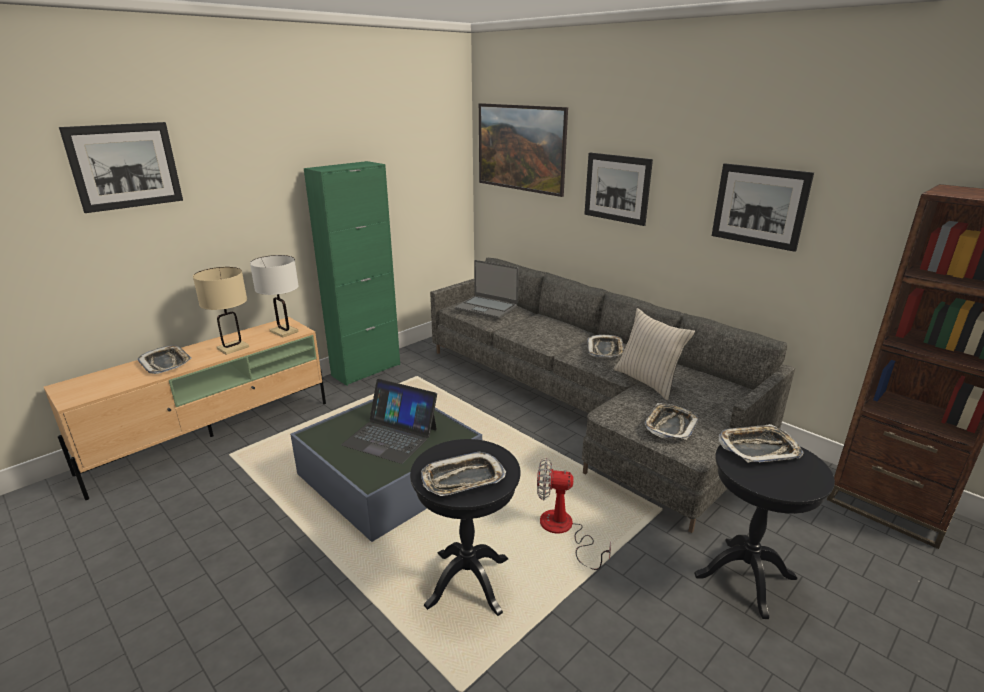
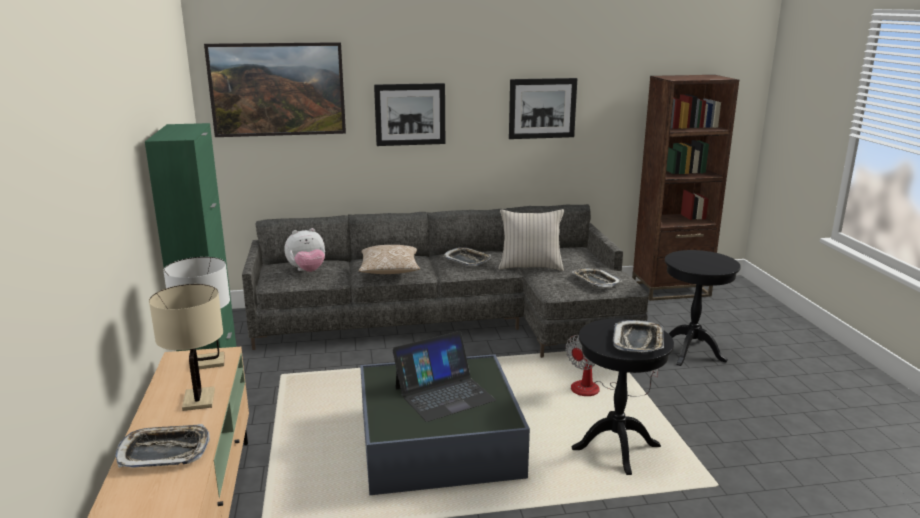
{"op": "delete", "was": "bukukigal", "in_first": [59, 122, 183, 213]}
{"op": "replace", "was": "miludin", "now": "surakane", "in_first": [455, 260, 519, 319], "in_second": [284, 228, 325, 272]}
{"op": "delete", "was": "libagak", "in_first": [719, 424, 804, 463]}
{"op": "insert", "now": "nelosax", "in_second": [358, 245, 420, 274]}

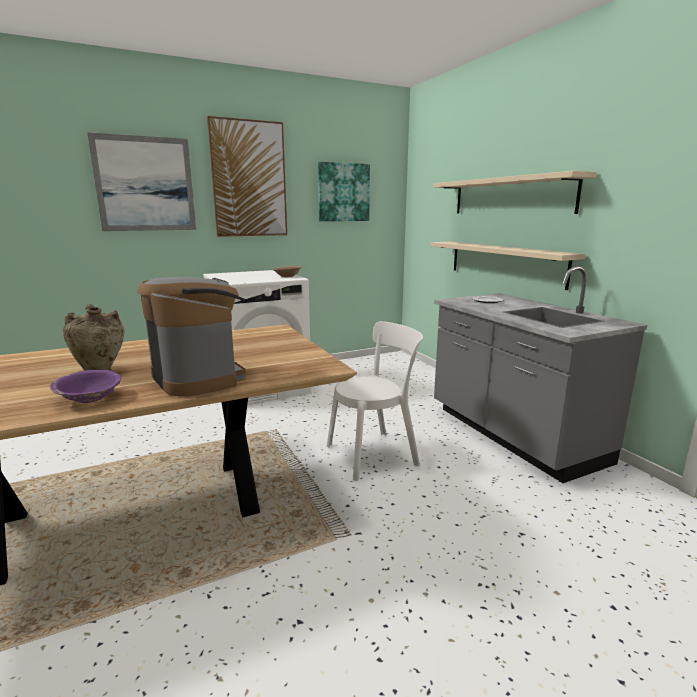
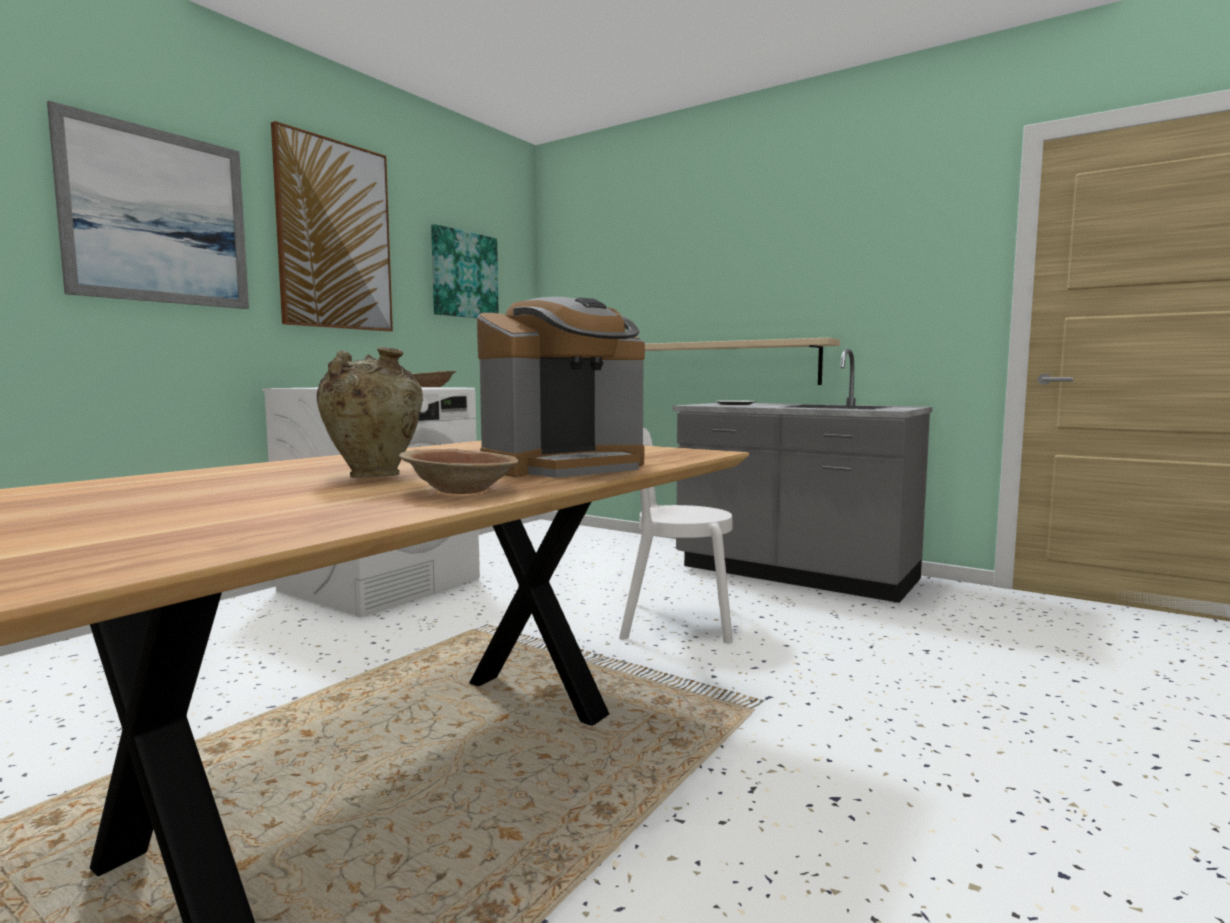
{"op": "delete", "was": "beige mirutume", "in_first": [433, 171, 597, 214]}
{"op": "rotate", "was": "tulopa", "in_first": [137, 277, 246, 397], "in_second": [477, 297, 645, 478], "clockwise": 120}
{"op": "rotate", "was": "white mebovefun", "in_first": [327, 321, 423, 481], "in_second": [619, 428, 733, 644], "clockwise": -120}
{"op": "recolor", "was": "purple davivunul", "now": "brown davivunul", "in_first": [49, 370, 121, 403], "in_second": [399, 449, 519, 494]}

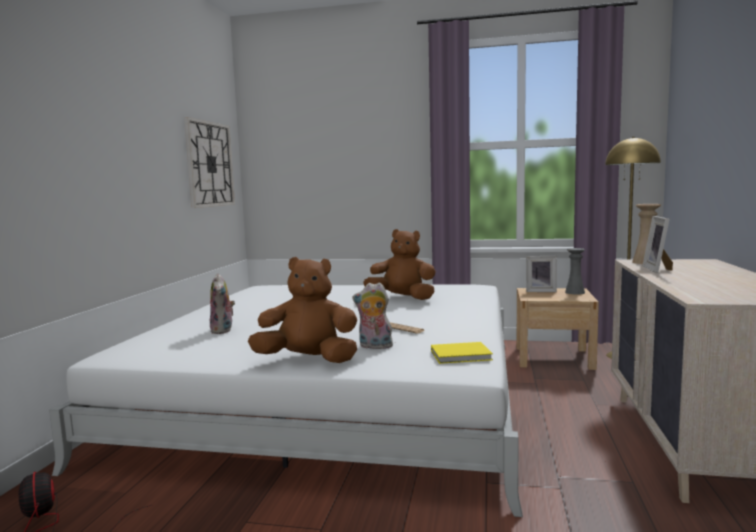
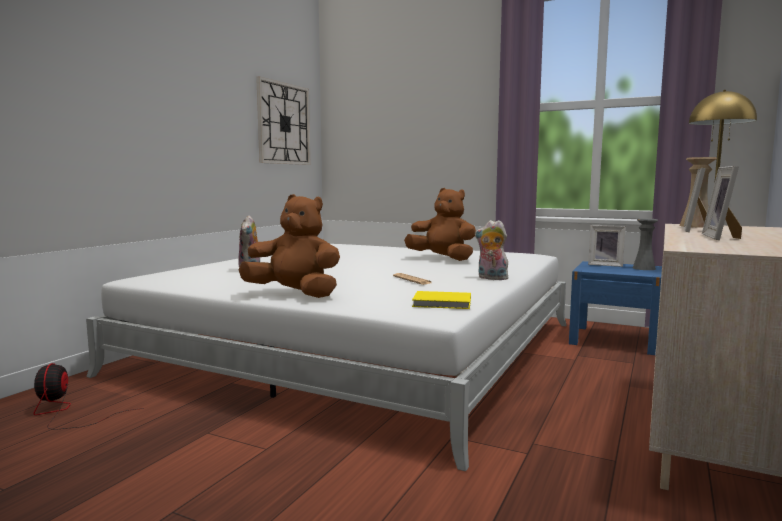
{"op": "move", "was": "surakane", "in_first": [352, 282, 393, 349], "in_second": [475, 220, 508, 280]}
{"op": "recolor", "was": "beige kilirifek", "now": "blue kilirifek", "in_first": [516, 288, 599, 370], "in_second": [569, 261, 662, 355]}
{"op": "insert", "now": "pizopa", "in_second": [702, 166, 742, 240]}

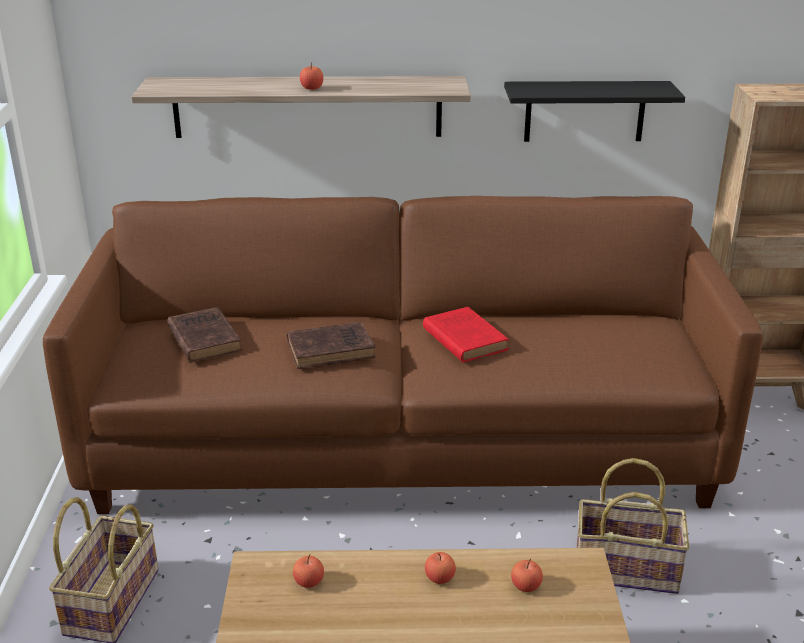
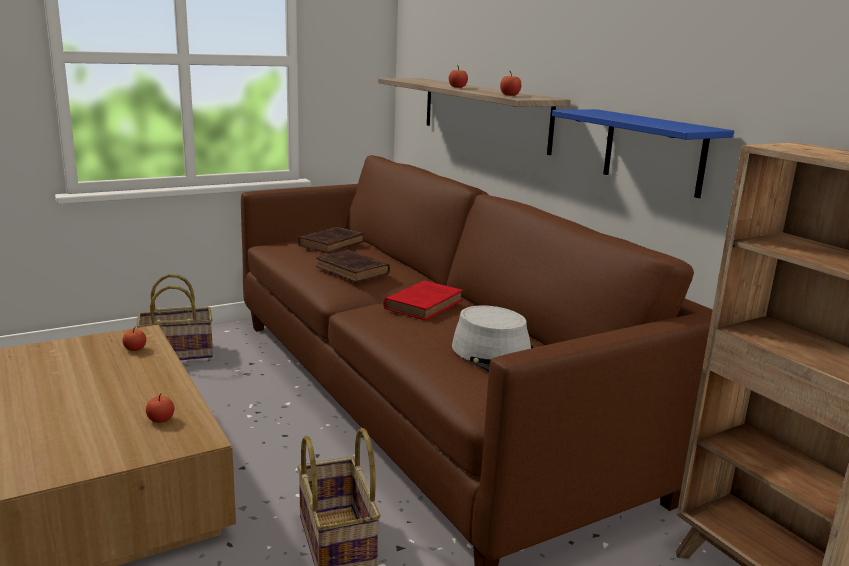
{"op": "recolor", "was": "black mirutume", "now": "blue mirutume", "in_first": [504, 81, 685, 142], "in_second": [552, 109, 734, 198]}
{"op": "move", "was": "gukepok", "in_first": [425, 552, 456, 584], "in_second": [500, 71, 521, 96]}
{"op": "insert", "now": "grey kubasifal", "in_second": [452, 305, 534, 371]}

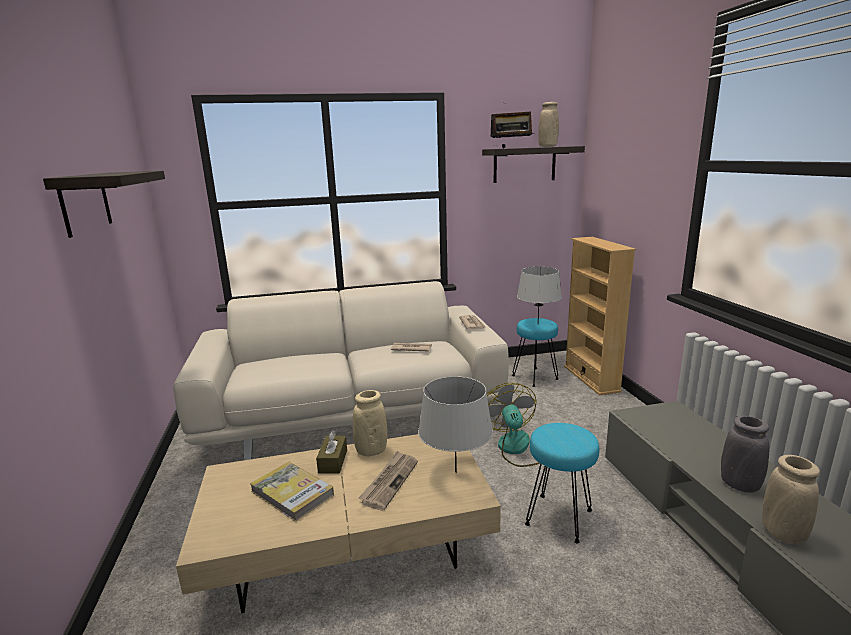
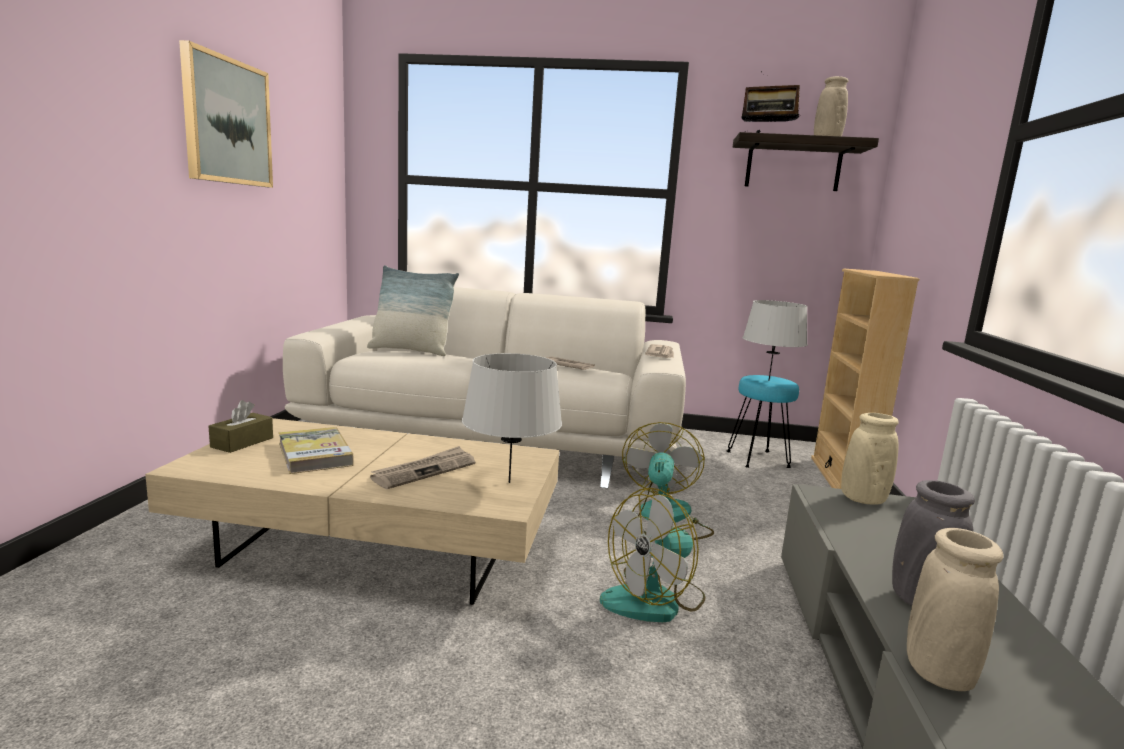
{"op": "replace", "was": "mirutume", "now": "bukukigal", "in_first": [43, 171, 165, 238], "in_second": [179, 40, 273, 188]}
{"op": "move", "was": "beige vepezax", "in_first": [353, 390, 387, 456], "in_second": [841, 413, 899, 504]}
{"op": "replace", "was": "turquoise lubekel", "now": "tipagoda", "in_first": [525, 423, 599, 543], "in_second": [600, 488, 705, 622]}
{"op": "move", "was": "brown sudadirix", "in_first": [316, 430, 347, 474], "in_second": [209, 400, 273, 453]}
{"op": "insert", "now": "nelosax", "in_second": [367, 265, 459, 356]}

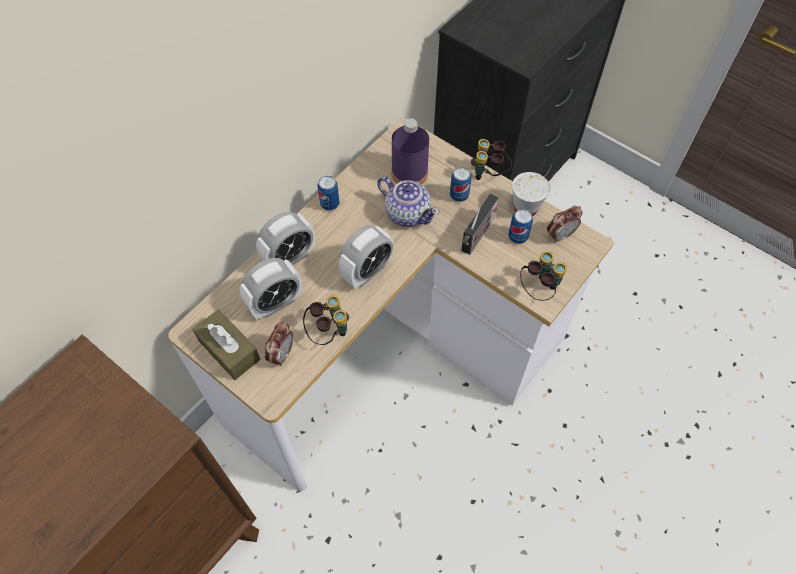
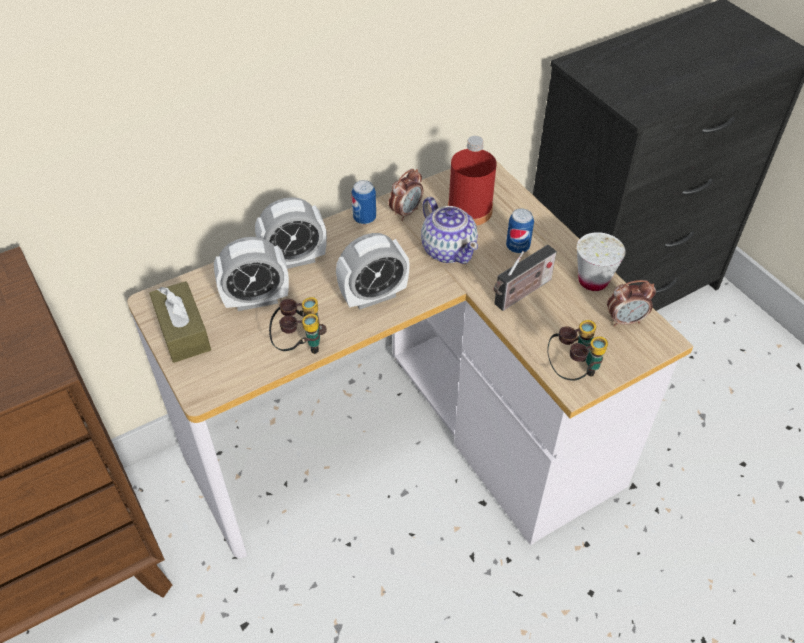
{"op": "recolor", "was": "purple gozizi", "now": "red gozizi", "in_first": [391, 118, 429, 184], "in_second": [448, 136, 497, 226]}
{"op": "delete", "was": "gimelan", "in_first": [471, 139, 512, 180]}
{"op": "delete", "was": "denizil", "in_first": [508, 209, 533, 244]}
{"op": "move", "was": "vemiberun", "in_first": [265, 321, 293, 366], "in_second": [389, 169, 423, 221]}

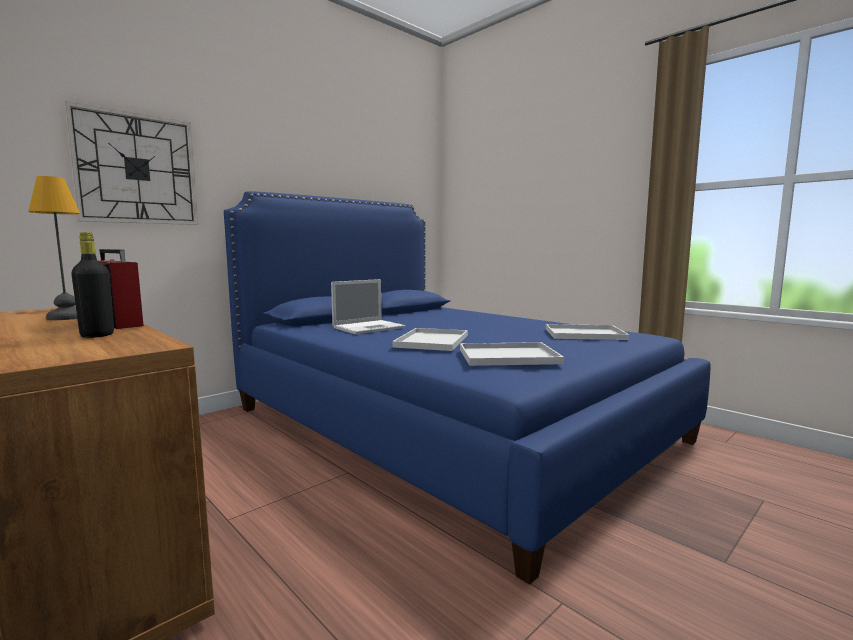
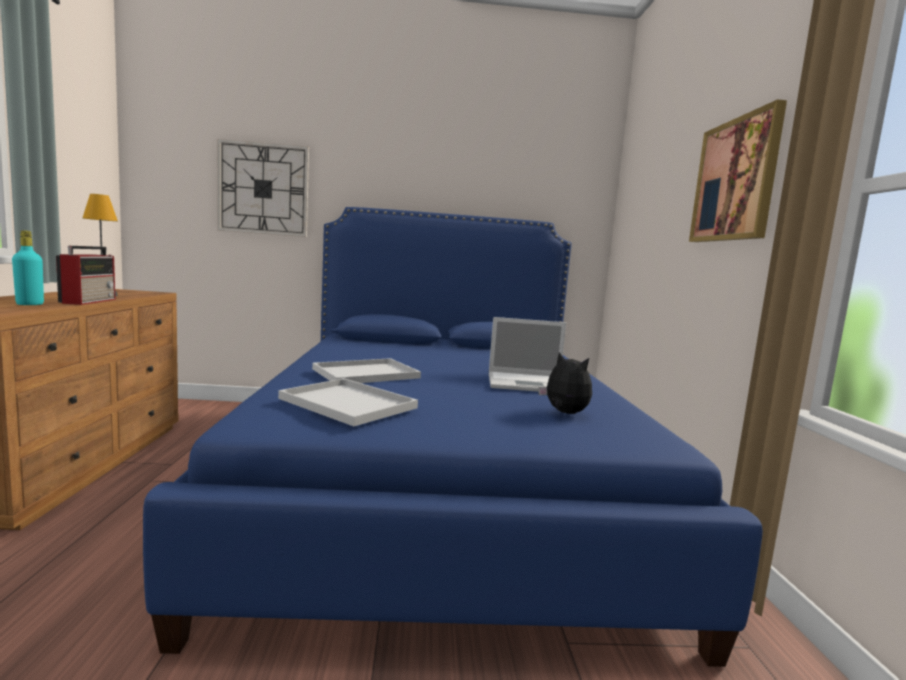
{"op": "recolor", "was": "black gozizi", "now": "turquoise gozizi", "in_first": [71, 232, 114, 338], "in_second": [12, 230, 44, 305]}
{"op": "move", "was": "miludin", "in_first": [331, 279, 405, 335], "in_second": [489, 317, 566, 392]}
{"op": "replace", "was": "white libagak", "now": "surakane", "in_first": [546, 324, 629, 340], "in_second": [538, 352, 592, 414]}
{"op": "insert", "now": "bukukigal", "in_second": [689, 99, 787, 242]}

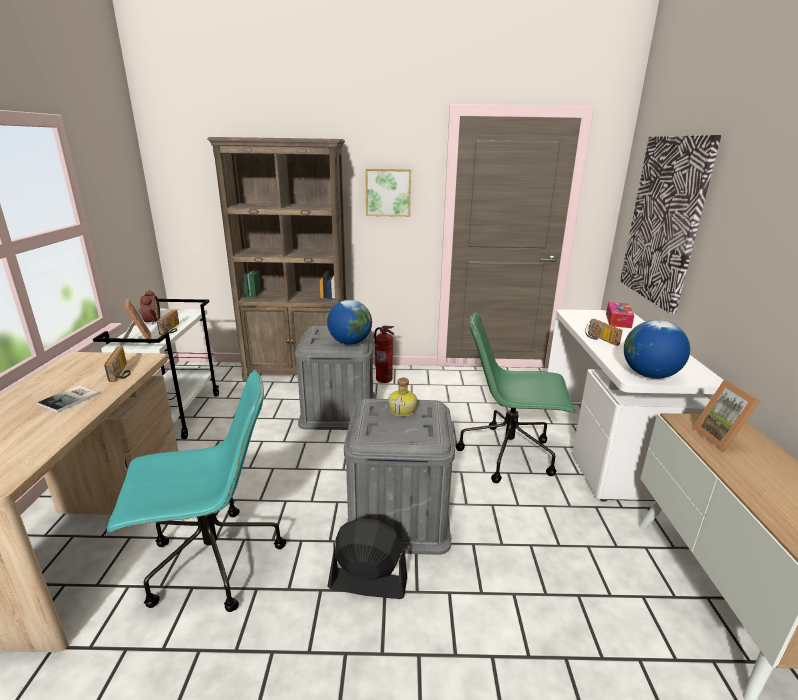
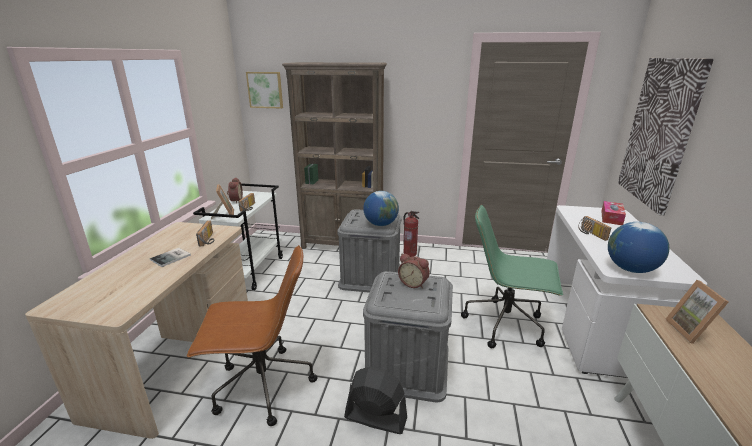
{"op": "move", "was": "bukukigal", "in_first": [365, 169, 411, 217], "in_second": [246, 72, 283, 108]}
{"op": "recolor", "was": "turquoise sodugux", "now": "brown sodugux", "in_first": [107, 370, 286, 612], "in_second": [186, 245, 318, 426]}
{"op": "replace", "was": "gozizi", "now": "vemiberun", "in_first": [388, 378, 417, 417], "in_second": [398, 254, 430, 289]}

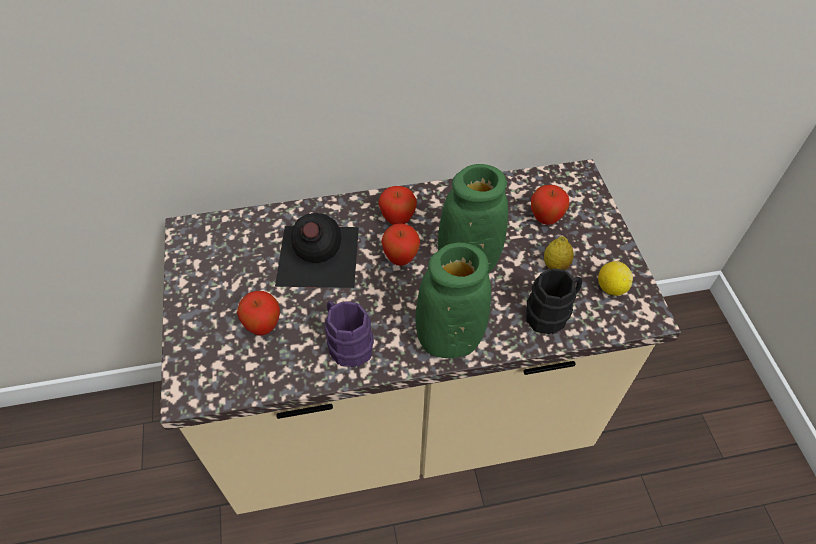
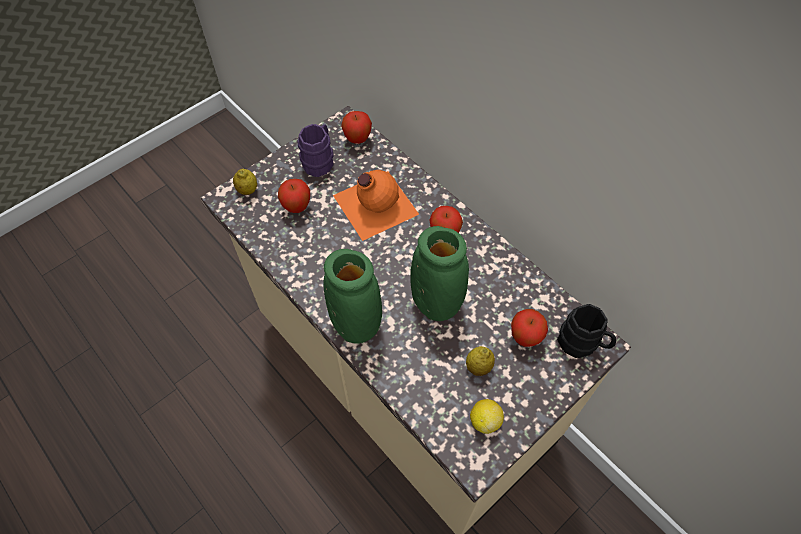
{"op": "recolor", "was": "black gozizi", "now": "orange gozizi", "in_first": [275, 213, 359, 288], "in_second": [333, 170, 419, 241]}
{"op": "move", "was": "gukepok", "in_first": [381, 223, 420, 266], "in_second": [341, 111, 372, 144]}
{"op": "move", "was": "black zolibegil", "in_first": [526, 268, 582, 334], "in_second": [557, 304, 616, 358]}
{"op": "move", "was": "purple zolibegil", "in_first": [325, 301, 374, 367], "in_second": [297, 124, 333, 177]}
{"op": "insert", "now": "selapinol", "in_second": [233, 169, 257, 195]}

